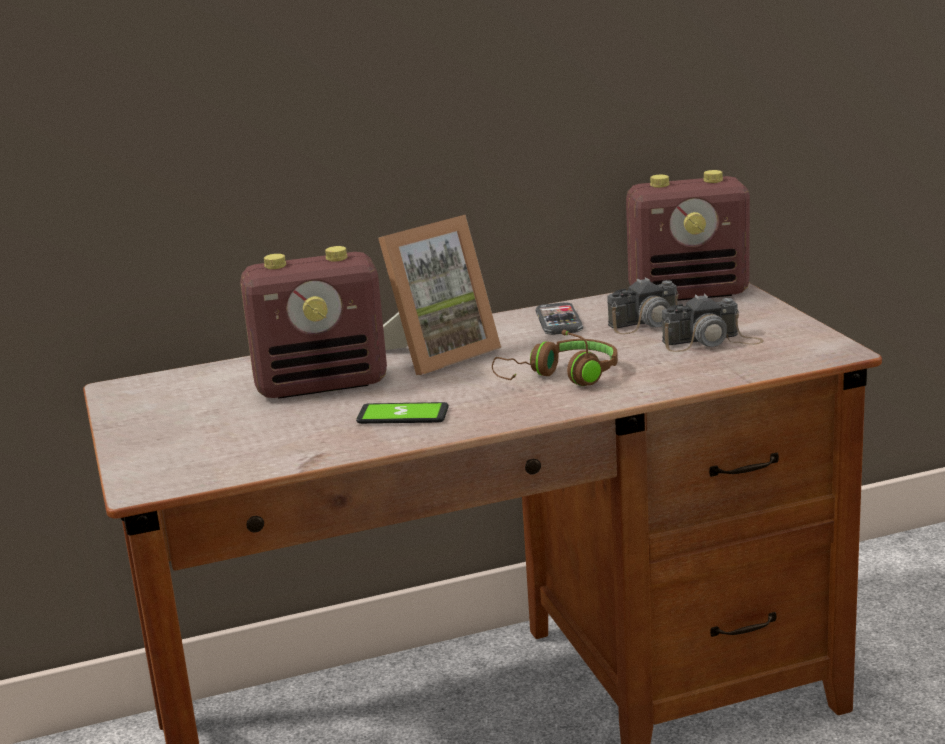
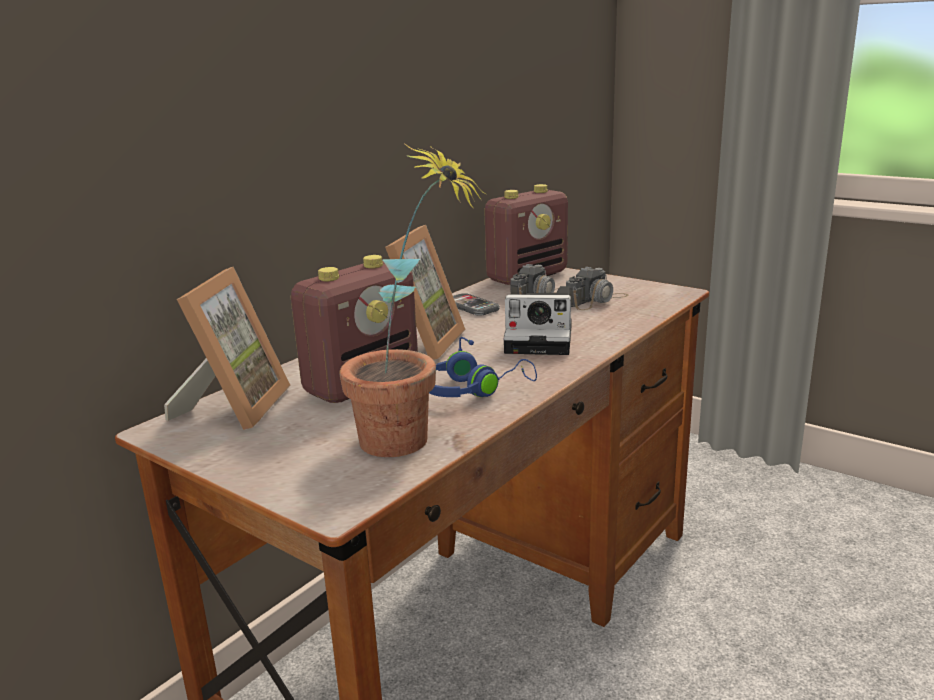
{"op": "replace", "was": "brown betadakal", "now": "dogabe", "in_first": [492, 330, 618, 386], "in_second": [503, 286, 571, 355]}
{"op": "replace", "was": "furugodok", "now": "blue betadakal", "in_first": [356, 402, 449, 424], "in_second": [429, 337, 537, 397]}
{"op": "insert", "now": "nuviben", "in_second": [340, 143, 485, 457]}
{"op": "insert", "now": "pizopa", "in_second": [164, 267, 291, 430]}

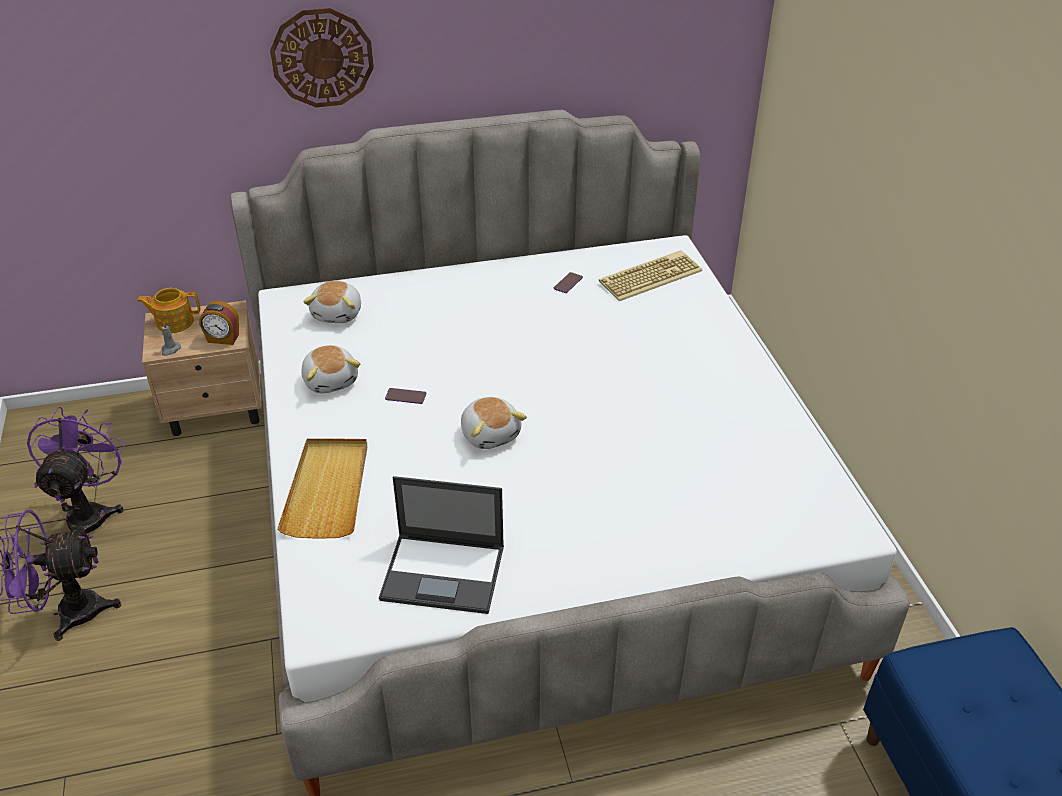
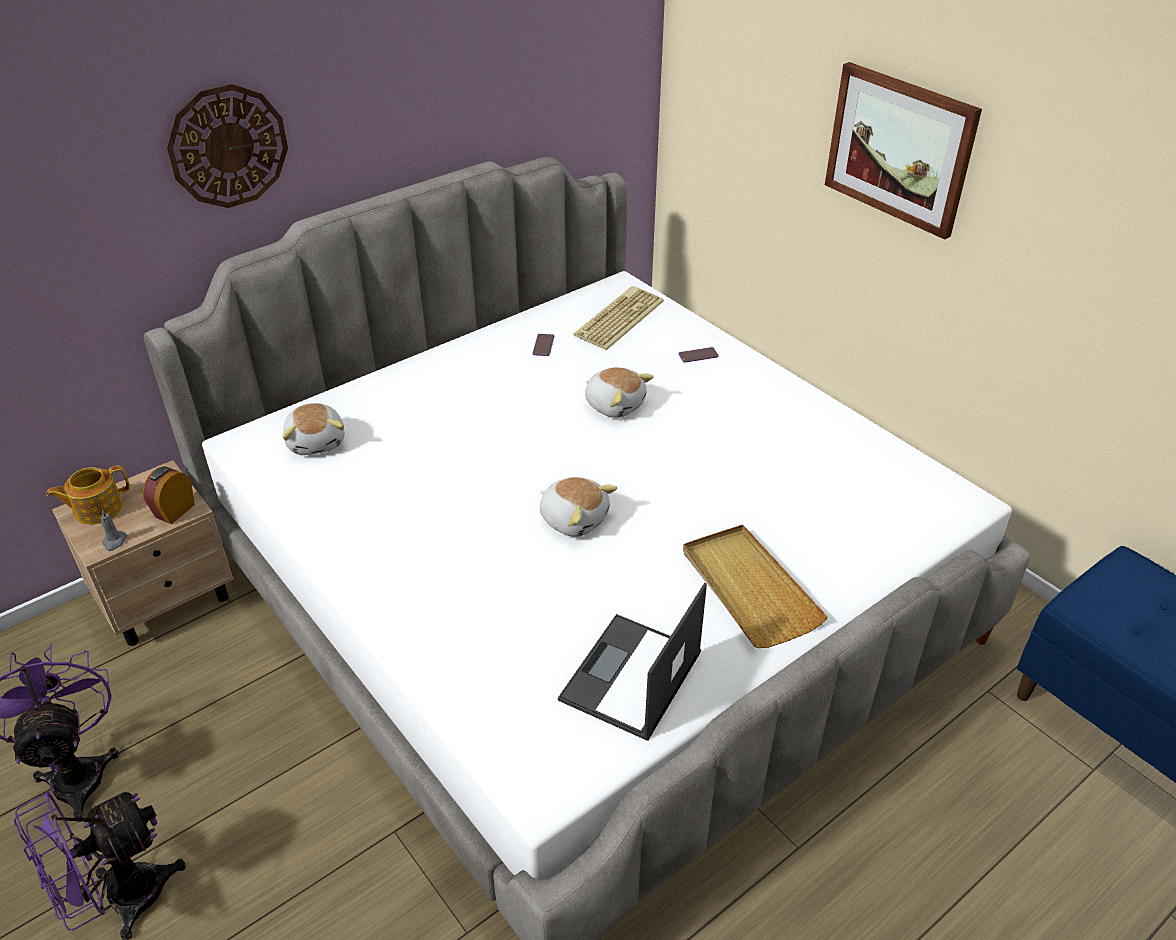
{"op": "rotate", "was": "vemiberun", "in_first": [199, 301, 239, 345], "in_second": [143, 466, 195, 524], "clockwise": 135}
{"op": "move", "was": "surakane", "in_first": [301, 345, 360, 394], "in_second": [585, 367, 654, 418]}
{"op": "move", "was": "furugodok", "in_first": [385, 388, 427, 404], "in_second": [678, 347, 719, 363]}
{"op": "move", "was": "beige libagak", "in_first": [277, 438, 367, 539], "in_second": [683, 525, 828, 648]}
{"op": "rotate", "was": "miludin", "in_first": [379, 476, 504, 614], "in_second": [558, 583, 707, 741], "clockwise": 135}
{"op": "insert", "now": "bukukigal", "in_second": [825, 62, 982, 240]}

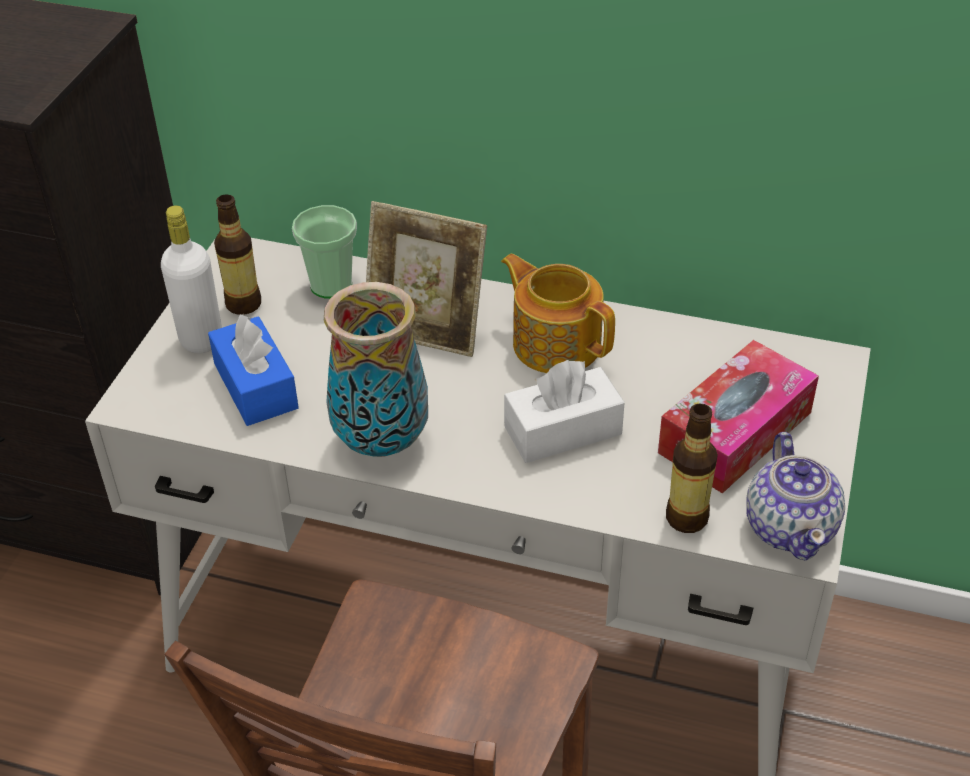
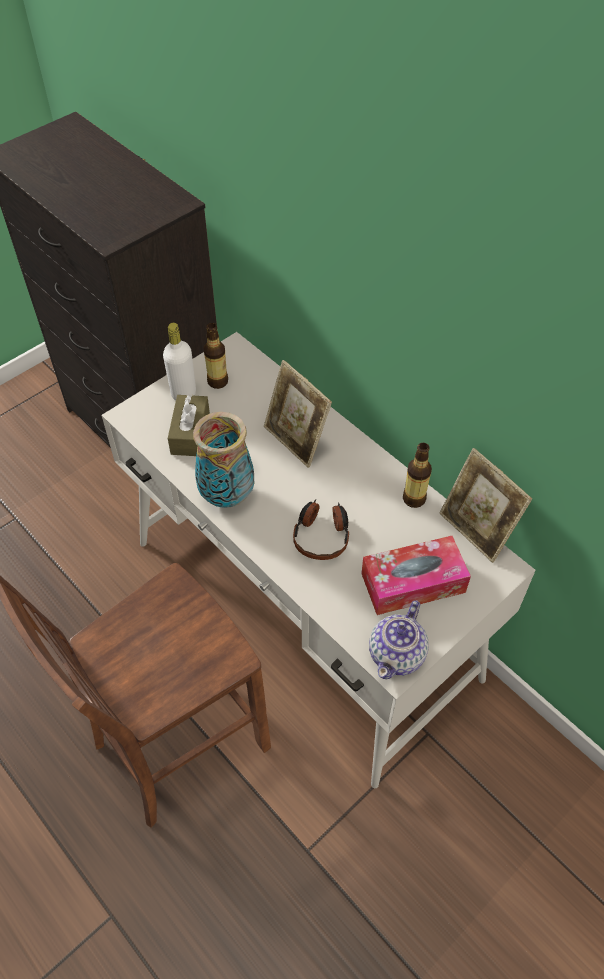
{"op": "delete", "was": "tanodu", "in_first": [292, 205, 357, 299]}
{"op": "delete", "was": "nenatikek", "in_first": [501, 254, 615, 373]}
{"op": "recolor", "was": "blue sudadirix", "now": "brown sudadirix", "in_first": [208, 314, 299, 426], "in_second": [168, 394, 210, 456]}
{"op": "replace", "was": "white sudadirix", "now": "betadakal", "in_first": [504, 360, 625, 463], "in_second": [293, 500, 349, 560]}
{"op": "move", "was": "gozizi", "in_first": [666, 404, 718, 533], "in_second": [403, 443, 432, 508]}
{"op": "insert", "now": "pizopa", "in_second": [439, 448, 532, 563]}

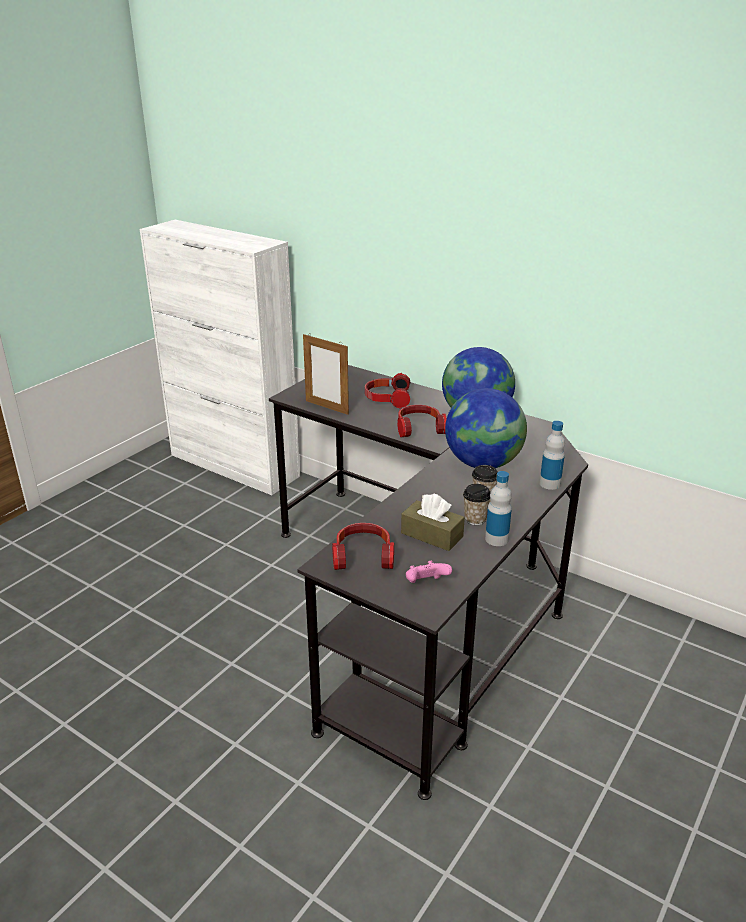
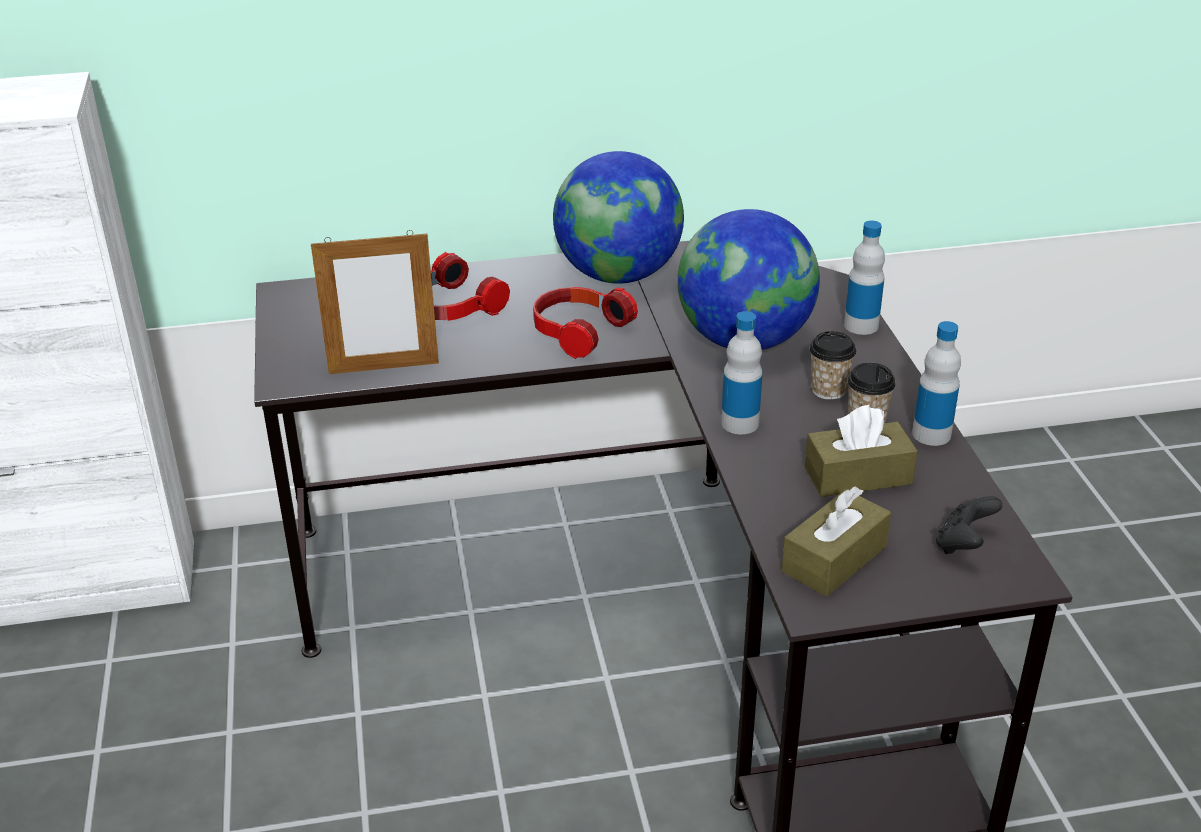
{"op": "replace", "was": "betadakal", "now": "brown sudadirix", "in_first": [332, 523, 394, 570], "in_second": [782, 486, 891, 597]}
{"op": "recolor", "was": "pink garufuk", "now": "black garufuk", "in_first": [406, 561, 452, 583], "in_second": [936, 496, 1002, 554]}
{"op": "insert", "now": "gozizi", "in_second": [721, 311, 762, 434]}

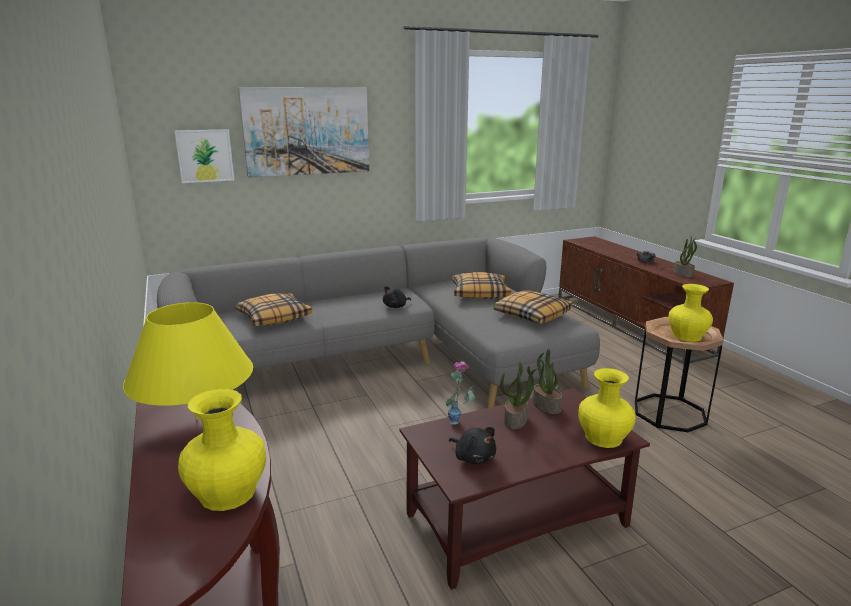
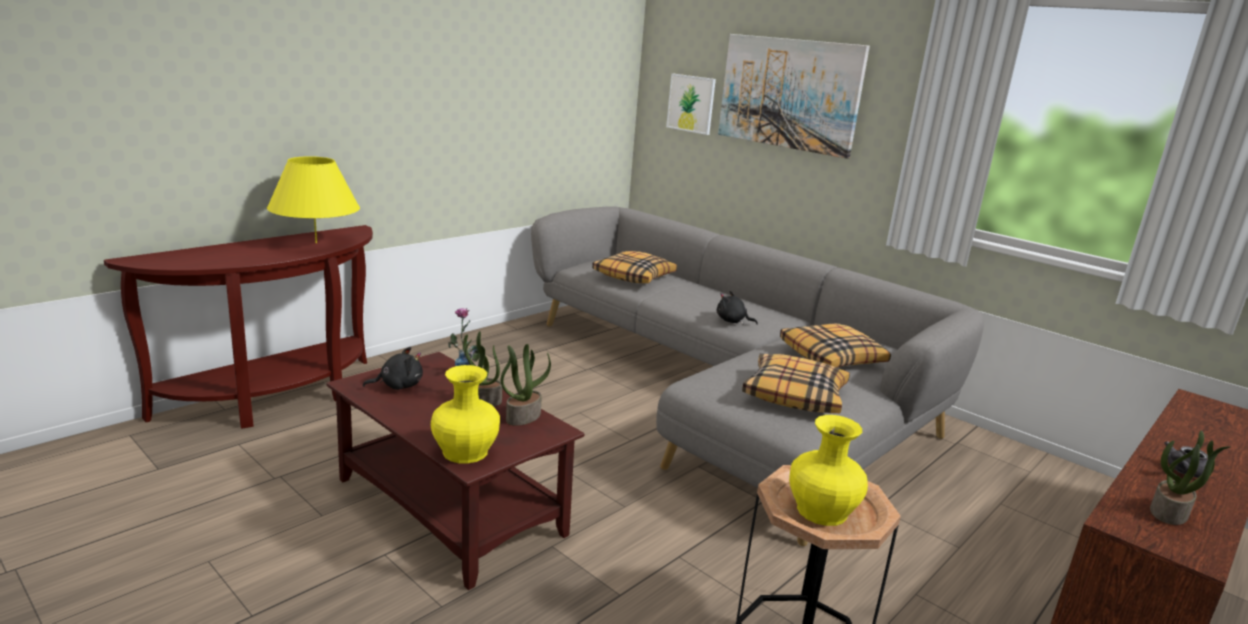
{"op": "delete", "was": "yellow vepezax", "in_first": [178, 389, 266, 511]}
{"op": "rotate", "was": "black surakane", "in_first": [449, 427, 496, 464], "in_second": [363, 347, 423, 390], "clockwise": -135}

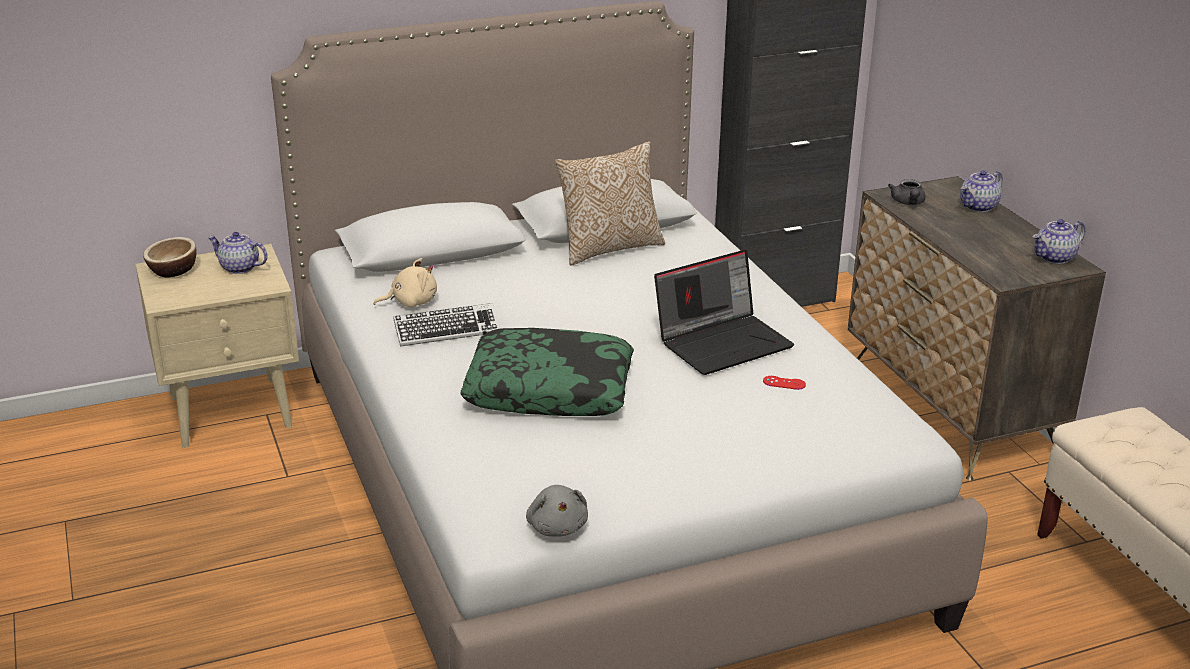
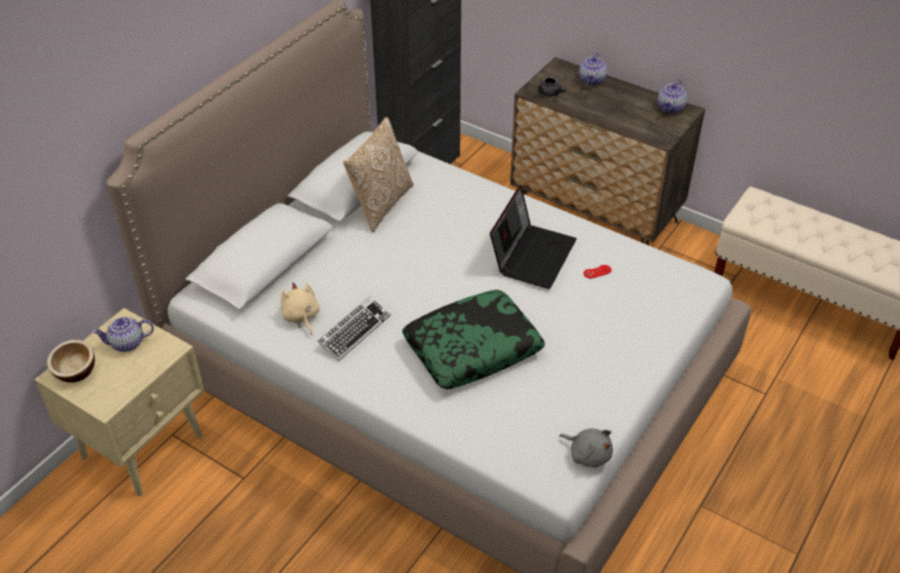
{"op": "rotate", "was": "beige surakane", "in_first": [373, 258, 437, 307], "in_second": [281, 282, 320, 335], "clockwise": -60}

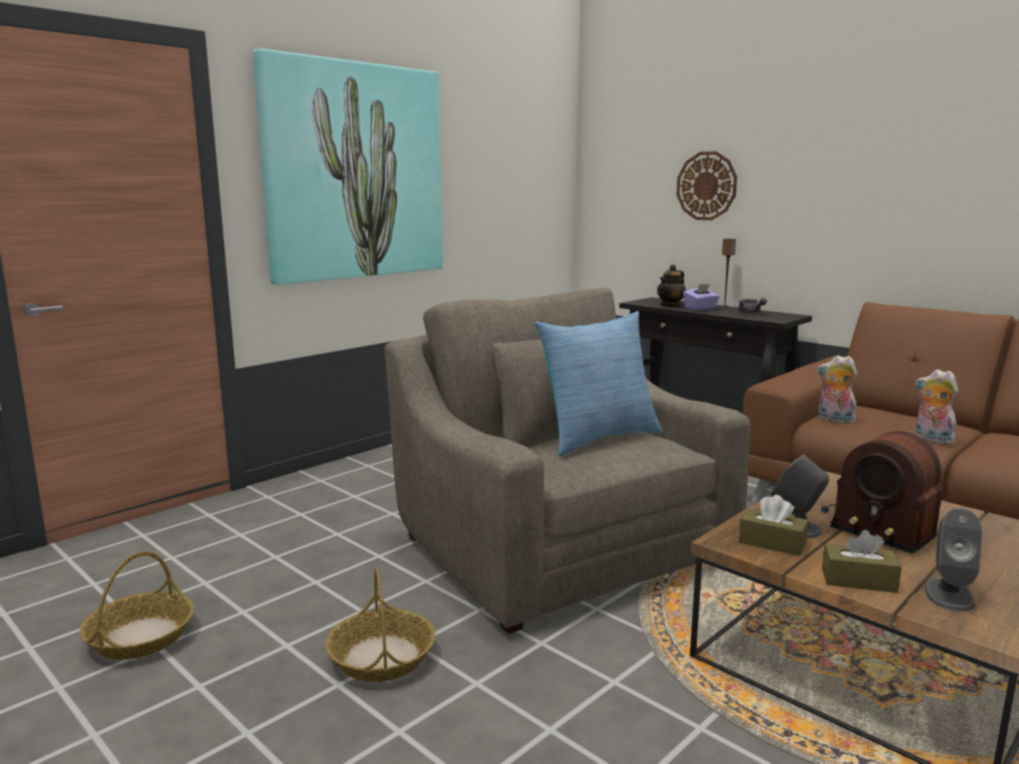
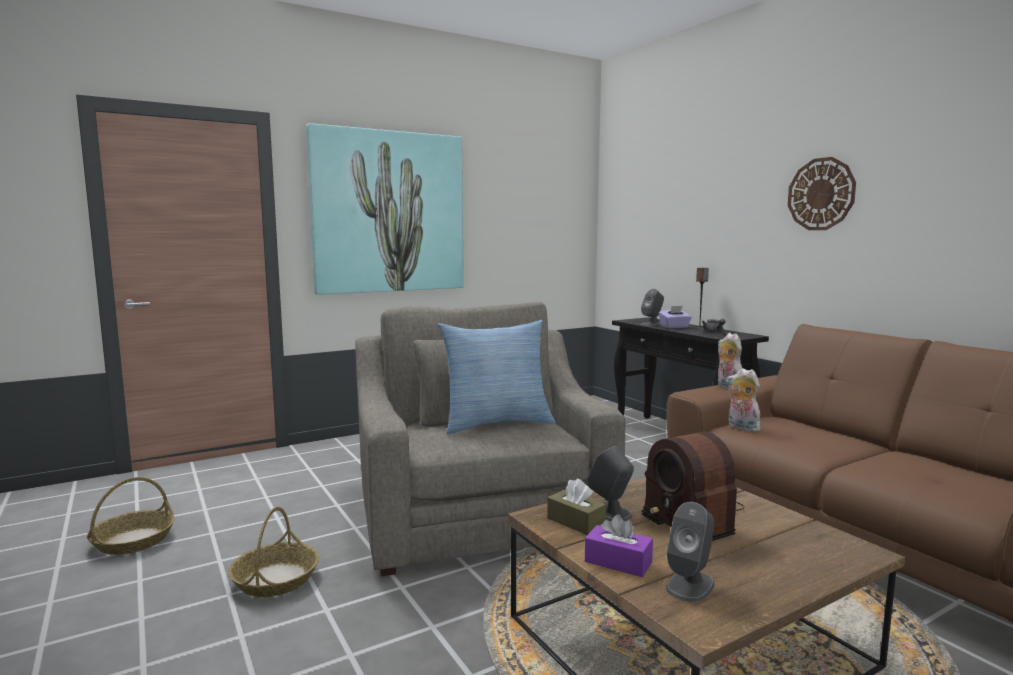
{"op": "move", "was": "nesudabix", "in_first": [677, 151, 737, 220], "in_second": [788, 157, 856, 230]}
{"op": "replace", "was": "nenatikek", "now": "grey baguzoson", "in_first": [657, 264, 686, 308], "in_second": [641, 289, 664, 326]}
{"op": "move", "was": "surakane", "in_first": [915, 369, 960, 445], "in_second": [718, 333, 742, 390]}
{"op": "recolor", "was": "brown sudadirix", "now": "purple sudadirix", "in_first": [822, 530, 902, 593], "in_second": [585, 515, 653, 577]}

